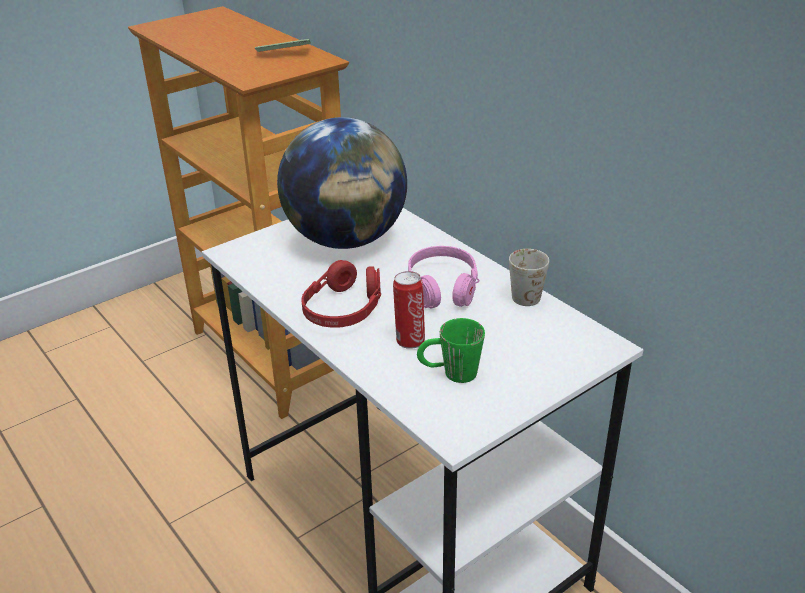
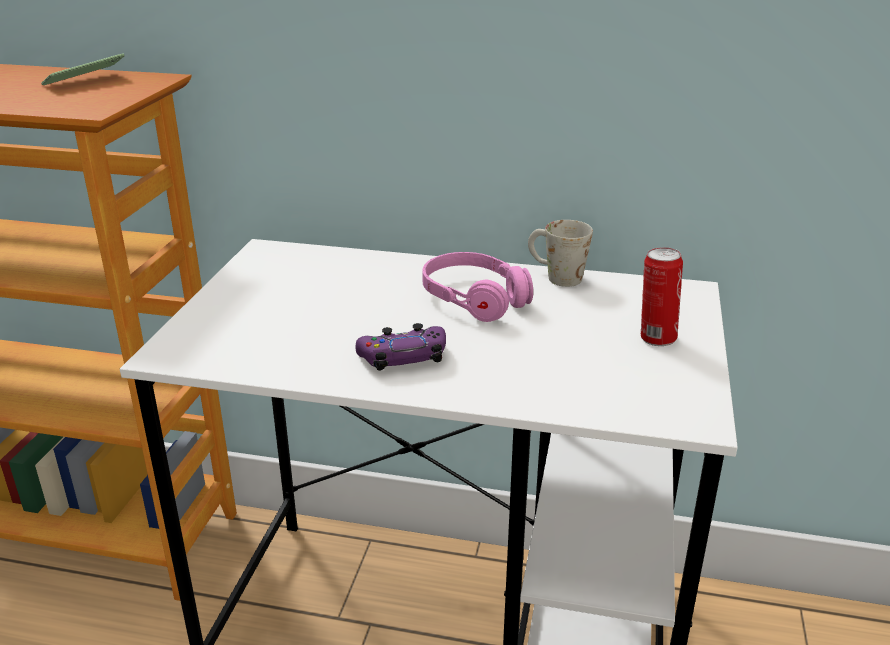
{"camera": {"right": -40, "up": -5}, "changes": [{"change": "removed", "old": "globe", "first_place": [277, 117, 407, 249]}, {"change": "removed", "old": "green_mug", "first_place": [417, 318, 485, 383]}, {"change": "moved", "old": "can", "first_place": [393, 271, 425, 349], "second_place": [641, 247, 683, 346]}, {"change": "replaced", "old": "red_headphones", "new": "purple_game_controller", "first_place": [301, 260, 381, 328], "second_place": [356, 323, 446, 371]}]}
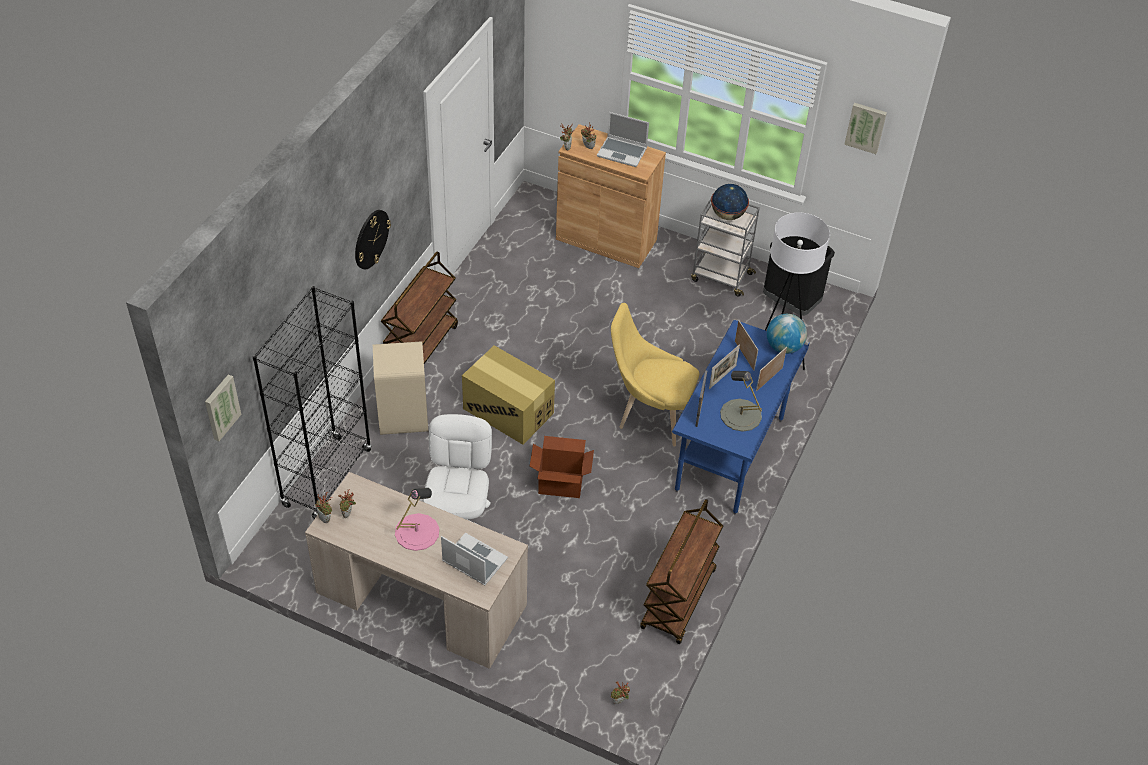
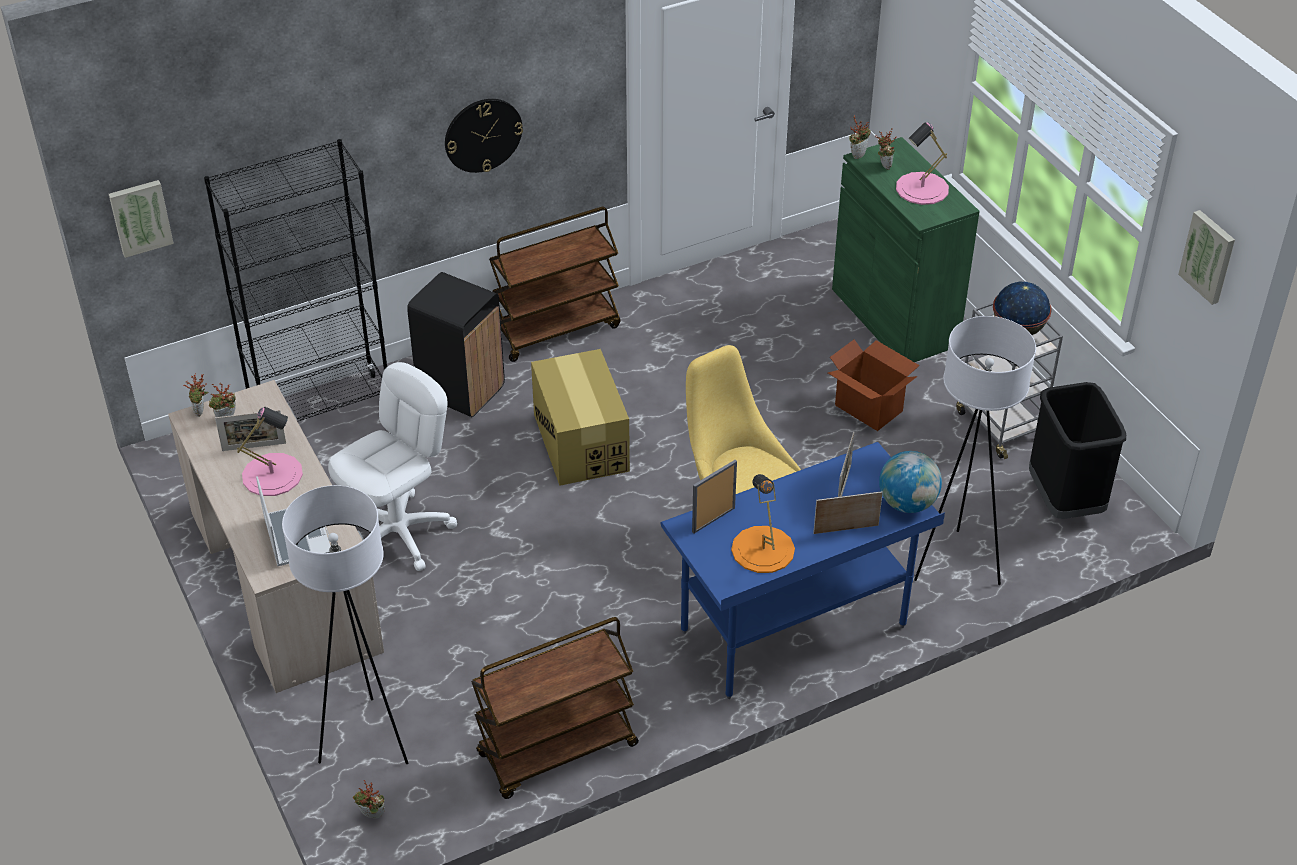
{"camera": {"right": 40, "up": -5}, "changes": [{"change": "added", "new": "white_floor_lamp", "second_place": [282, 485, 408, 764]}, {"change": "moved", "old": "cardboard_box", "first_place": [530, 436, 594, 498], "second_place": [828, 339, 919, 431]}, {"change": "moved", "old": "picture_frame", "first_place": [709, 344, 740, 389], "second_place": [215, 410, 286, 451]}, {"change": "replaced", "old": "laptop", "new": "pink_table_lamp", "first_place": [597, 112, 649, 167], "second_place": [896, 122, 949, 205]}, {"change": "recoloured", "old": "beige_trash_can", "new": "black_trash_can", "first_place": [373, 341, 428, 435], "second_place": [407, 272, 505, 417]}, {"change": "recoloured", "old": "brown_cabinet", "new": "green_cabinet", "first_place": [556, 124, 666, 268], "second_place": [832, 137, 980, 362]}, {"change": "recoloured", "old": "grey_table_lamp", "new": "orange_table_lamp", "first_place": [720, 371, 762, 432], "second_place": [731, 474, 795, 573]}]}
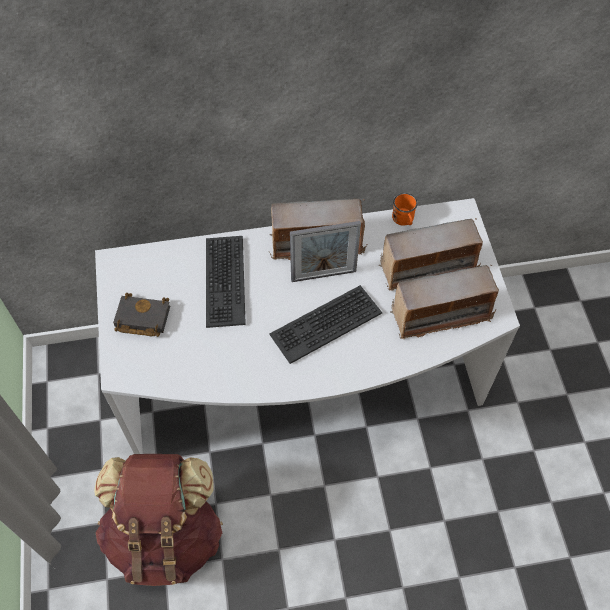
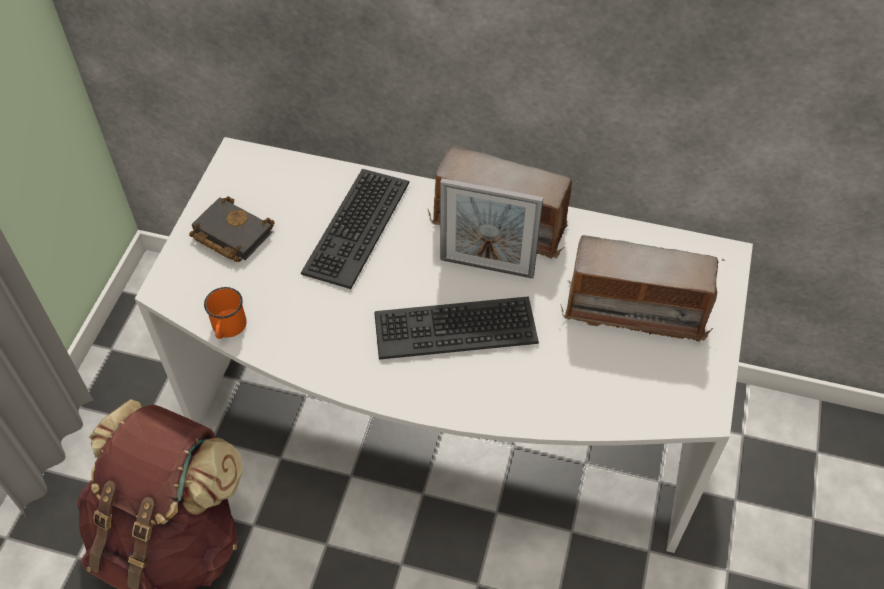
{"camera": {"right": 25, "up": -5}, "changes": [{"change": "removed", "old": "radio", "first_place": [391, 264, 499, 339]}, {"change": "moved", "old": "orange_mug", "first_place": [392, 193, 418, 226], "second_place": [204, 287, 247, 339]}]}
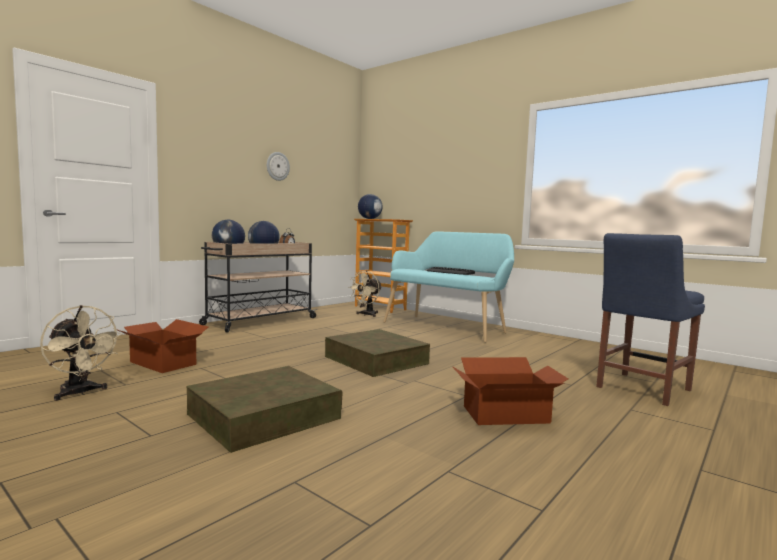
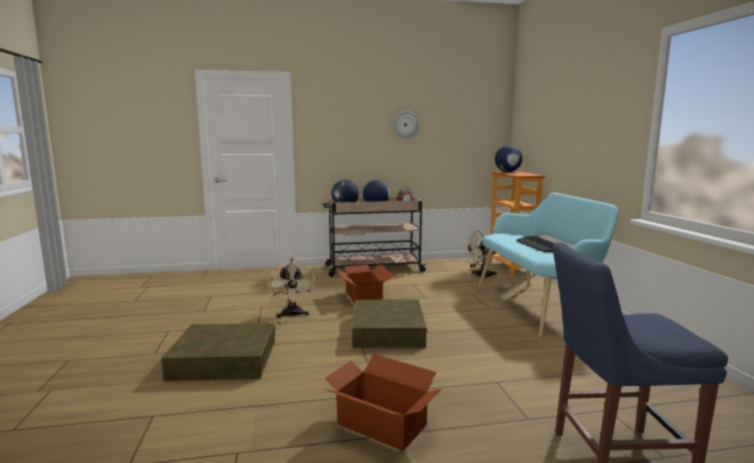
{"camera": {"right": 40, "up": 5}, "changes": [{"change": "moved", "old": "beige_fan", "first_place": [40, 305, 123, 401], "second_place": [268, 258, 315, 318]}, {"change": "moved", "old": "cardboard_box", "first_place": [116, 319, 208, 373], "second_place": [336, 265, 394, 304]}]}
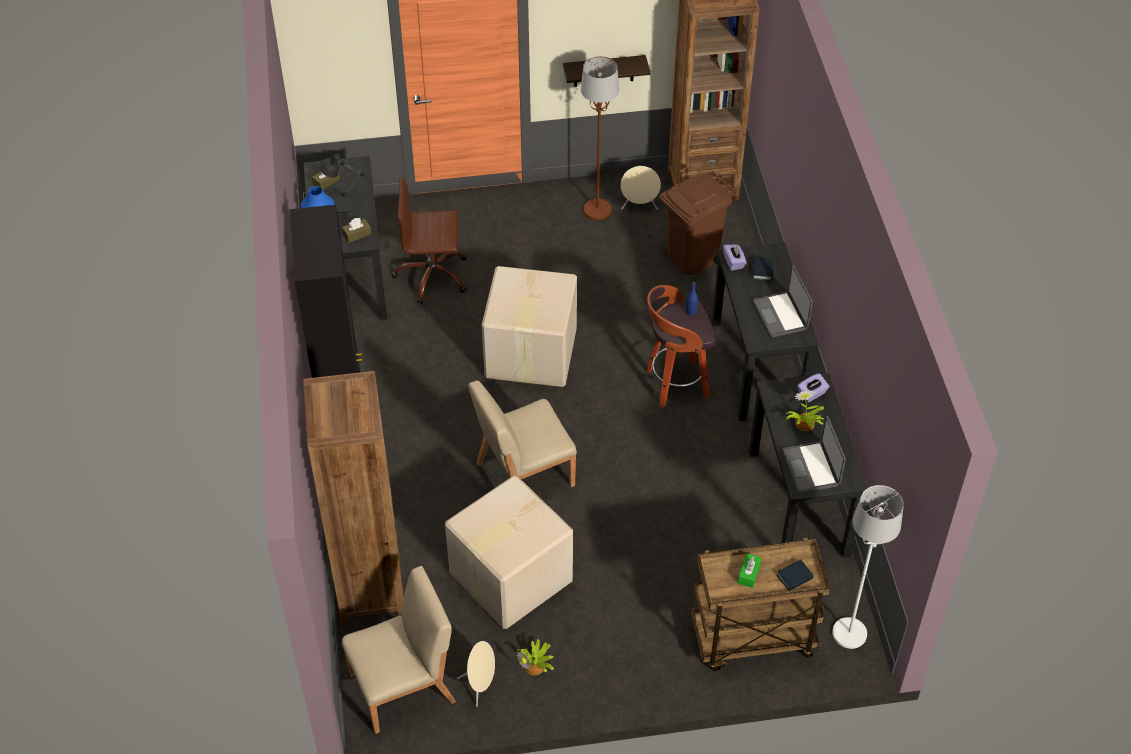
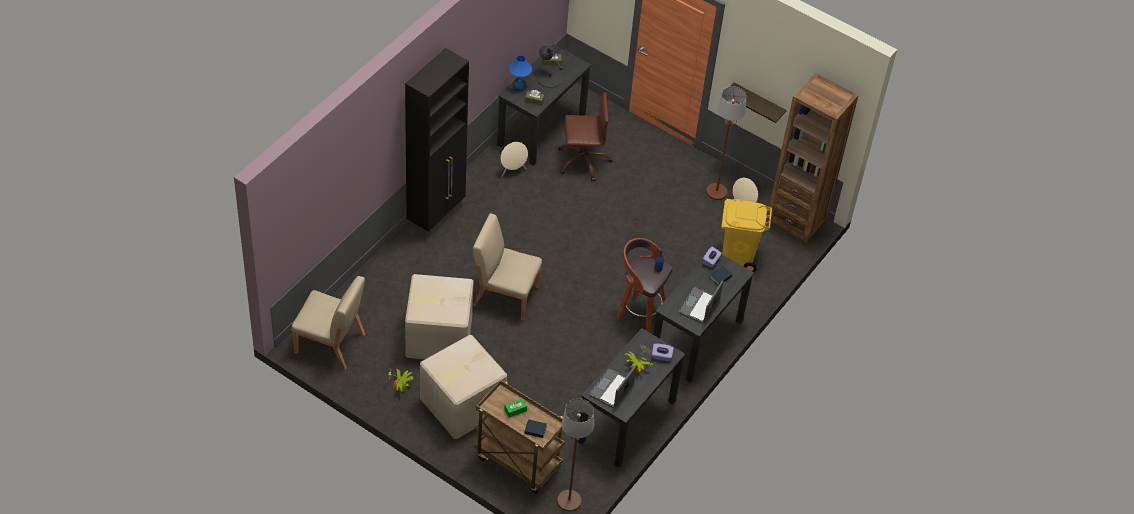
{"camera": {"right": 40, "up": 0}, "changes": [{"change": "removed", "old": "brown_bookcase", "first_place": [303, 371, 404, 623]}, {"change": "moved", "old": "beige_speaker", "first_place": [457, 641, 495, 707], "second_place": [501, 142, 528, 177]}, {"change": "moved", "old": "cardboard_box", "first_place": [482, 266, 577, 387], "second_place": [420, 335, 507, 439]}, {"change": "recoloured", "old": "brown_trash_can", "new": "yellow_trash_can", "first_place": [659, 171, 736, 275], "second_place": [721, 199, 772, 272]}, {"change": "recoloured", "old": "white_floor_lamp", "new": "brown_floor_lamp", "first_place": [832, 485, 904, 649], "second_place": [557, 399, 594, 512]}, {"change": "turned", "old": "brown_office_chair", "first_place": [392, 178, 467, 304], "second_place": [558, 92, 612, 181], "degrees": 135}]}
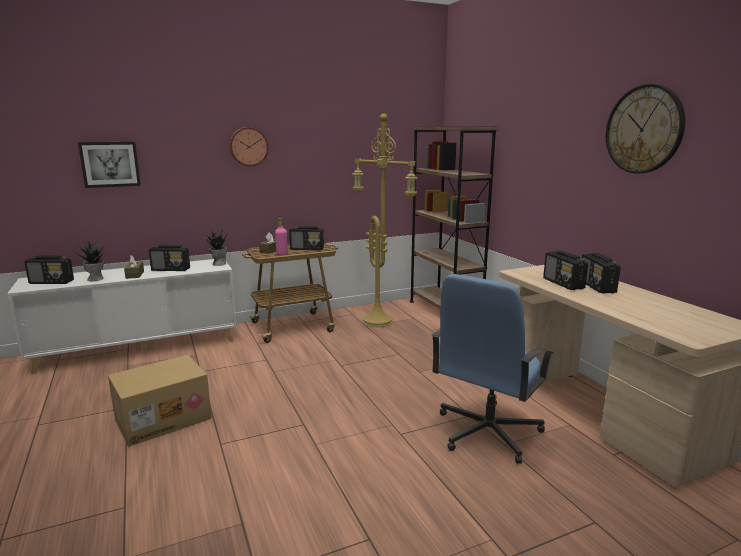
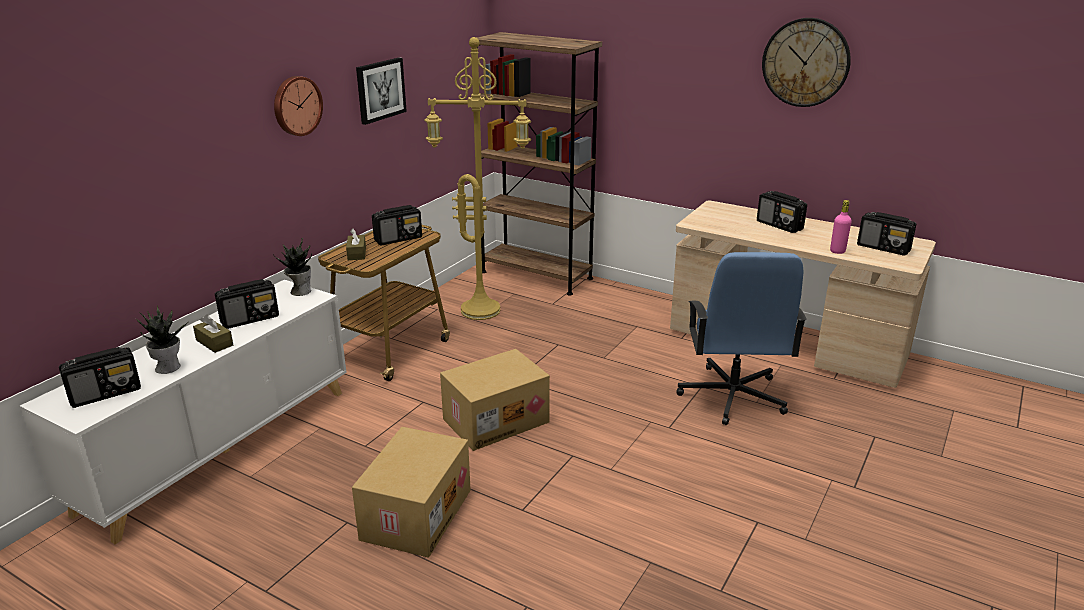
{"camera": {"right": -35, "up": 10}, "changes": [{"change": "added", "new": "cardboard_box", "second_place": [440, 349, 550, 451]}, {"change": "moved", "old": "picture", "first_place": [78, 142, 141, 188], "second_place": [356, 57, 407, 125]}, {"change": "moved", "old": "pink_bottle", "first_place": [275, 218, 288, 255], "second_place": [830, 200, 852, 254]}, {"change": "moved", "old": "radio", "first_place": [543, 250, 588, 290], "second_place": [857, 212, 916, 256]}]}
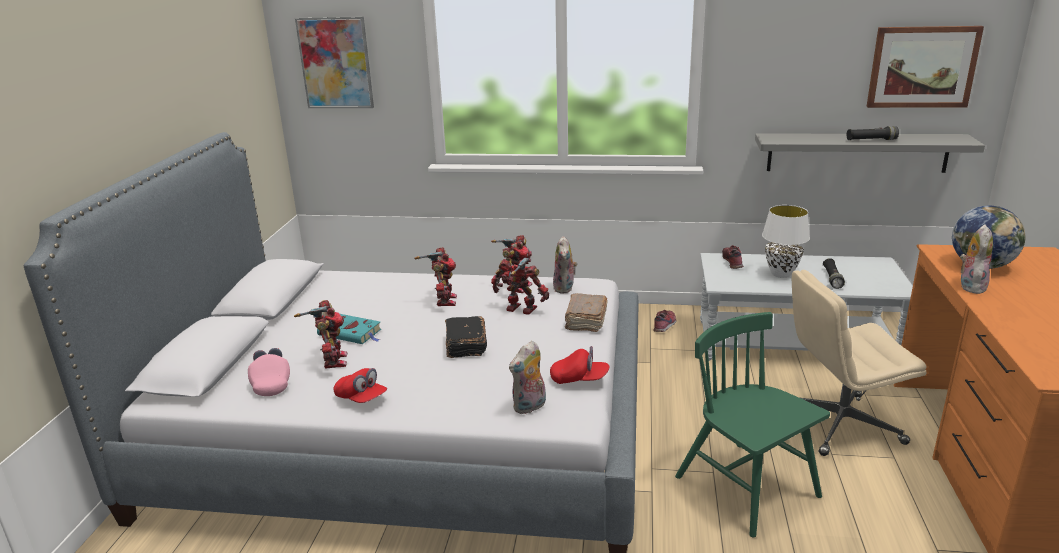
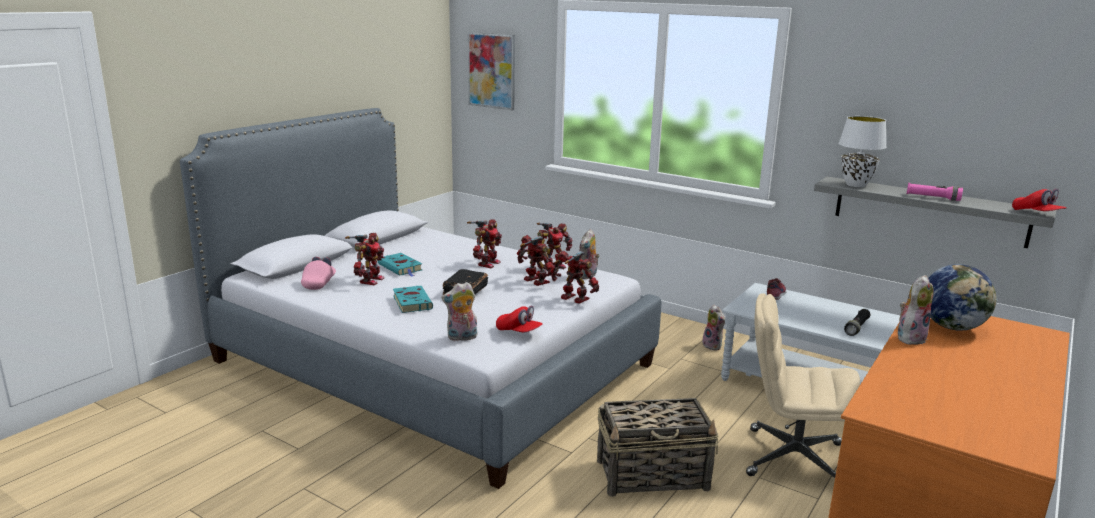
{"camera": {"right": 25, "up": -5}, "changes": [{"change": "removed", "old": "picture", "first_place": [867, 26, 984, 108]}, {"change": "added", "new": "turquoise_book", "second_place": [393, 286, 433, 313]}, {"change": "moved", "old": "red_cap", "first_place": [333, 368, 387, 403], "second_place": [1012, 189, 1067, 211]}, {"change": "moved", "old": "white_table_lamp", "first_place": [762, 205, 810, 278], "second_place": [839, 116, 887, 187]}, {"change": "replaced", "old": "brown_book", "new": "toy_robot", "first_place": [565, 293, 608, 332], "second_place": [551, 251, 599, 304]}, {"change": "replaced", "old": "shoe", "new": "plush_toy", "first_place": [653, 310, 677, 332], "second_place": [702, 304, 725, 350]}, {"change": "replaced", "old": "green_chair", "new": "basket", "first_place": [675, 312, 830, 538], "second_place": [597, 398, 719, 497]}, {"change": "recoloured", "old": "black_flashlight", "new": "pink_flashlight", "first_place": [847, 126, 899, 140], "second_place": [907, 183, 963, 201]}]}
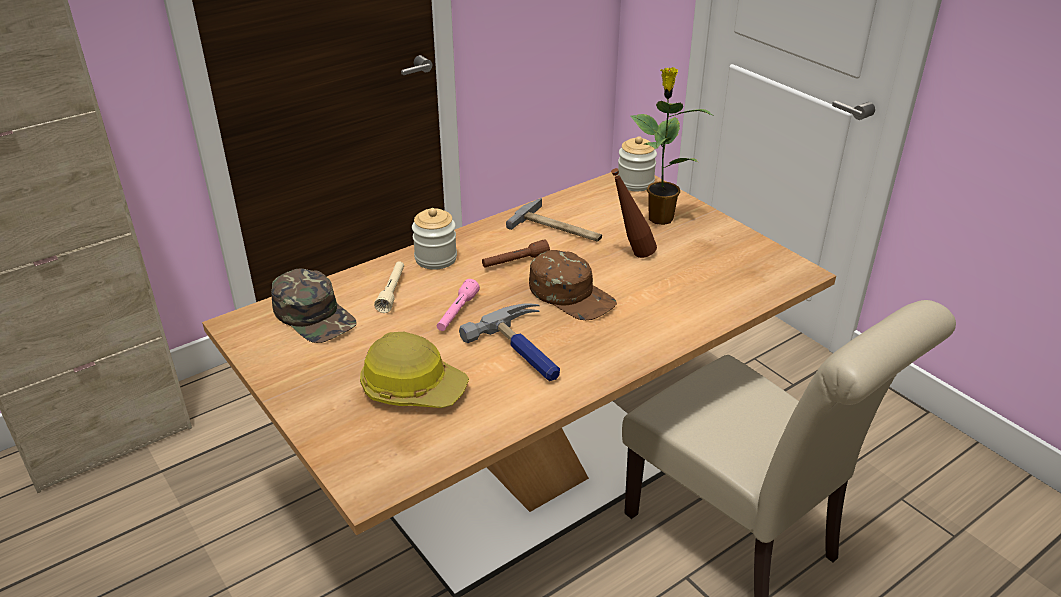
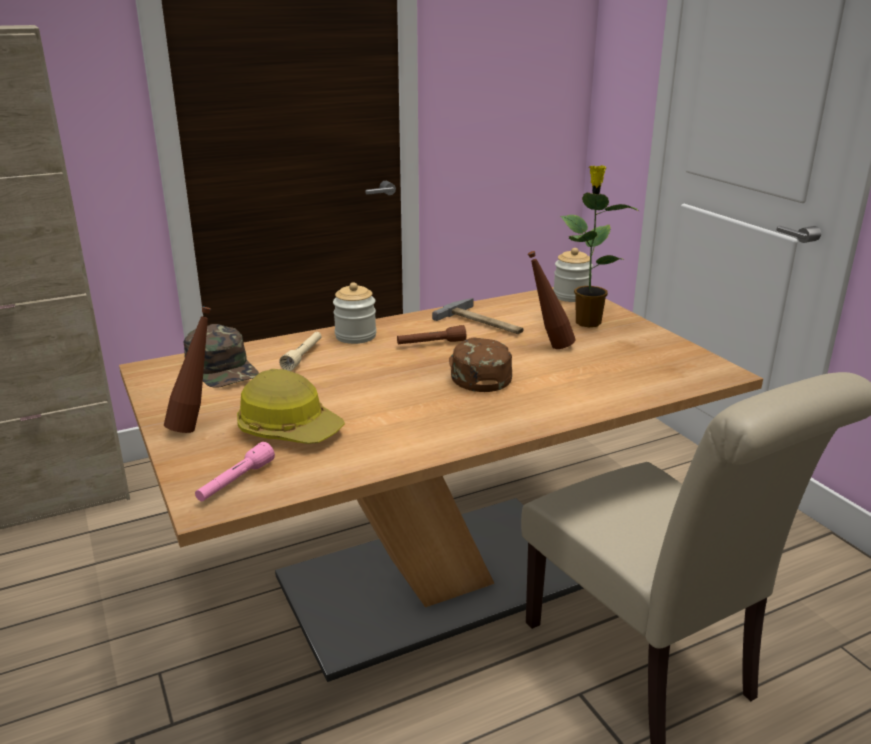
{"camera": {"right": 10, "up": -10}, "changes": [{"change": "removed", "old": "hammer", "first_place": [459, 304, 560, 381]}, {"change": "added", "new": "brown_bottle", "second_place": [164, 307, 211, 433]}, {"change": "moved", "old": "pink_flashlight", "first_place": [437, 279, 480, 331], "second_place": [195, 442, 275, 502]}, {"change": "turned", "old": "brown_cap", "first_place": [529, 250, 617, 320], "second_place": [449, 337, 512, 392], "degrees": -150}]}
